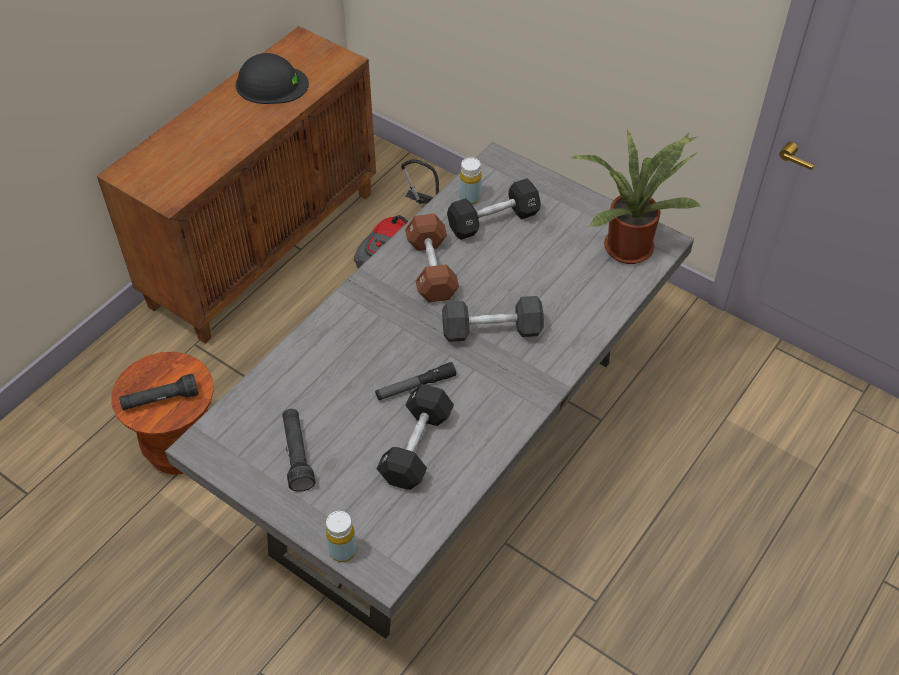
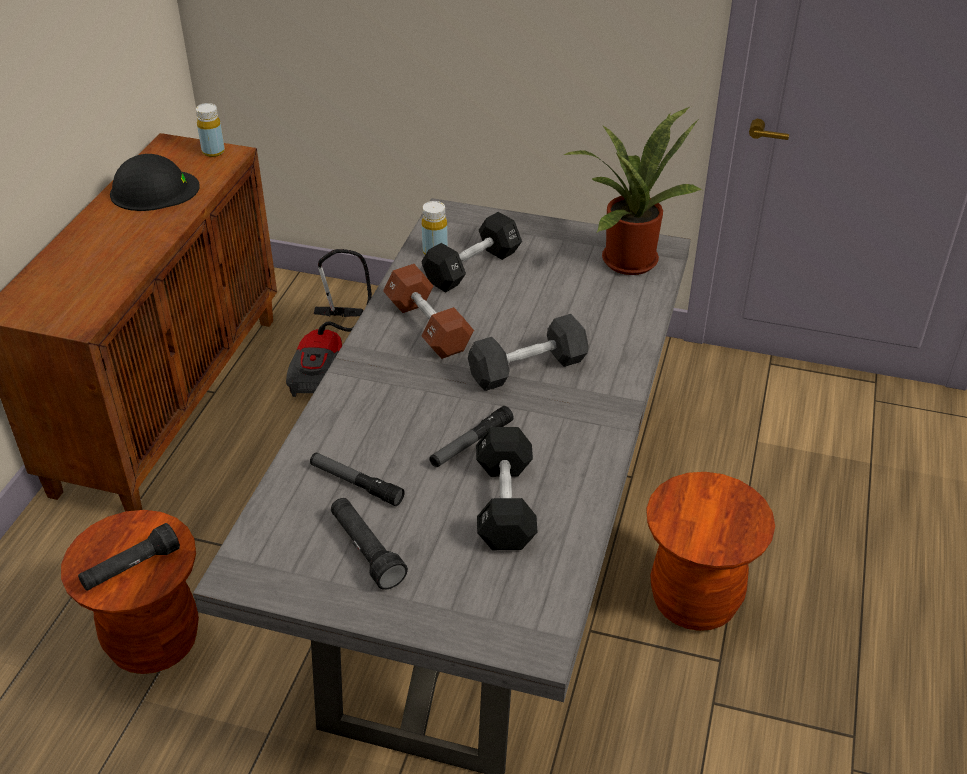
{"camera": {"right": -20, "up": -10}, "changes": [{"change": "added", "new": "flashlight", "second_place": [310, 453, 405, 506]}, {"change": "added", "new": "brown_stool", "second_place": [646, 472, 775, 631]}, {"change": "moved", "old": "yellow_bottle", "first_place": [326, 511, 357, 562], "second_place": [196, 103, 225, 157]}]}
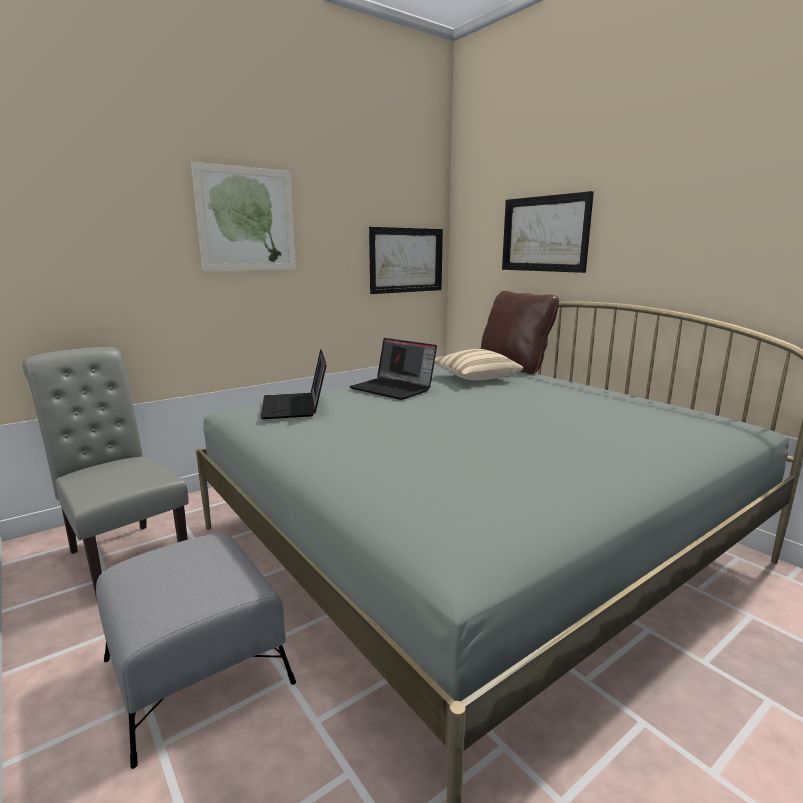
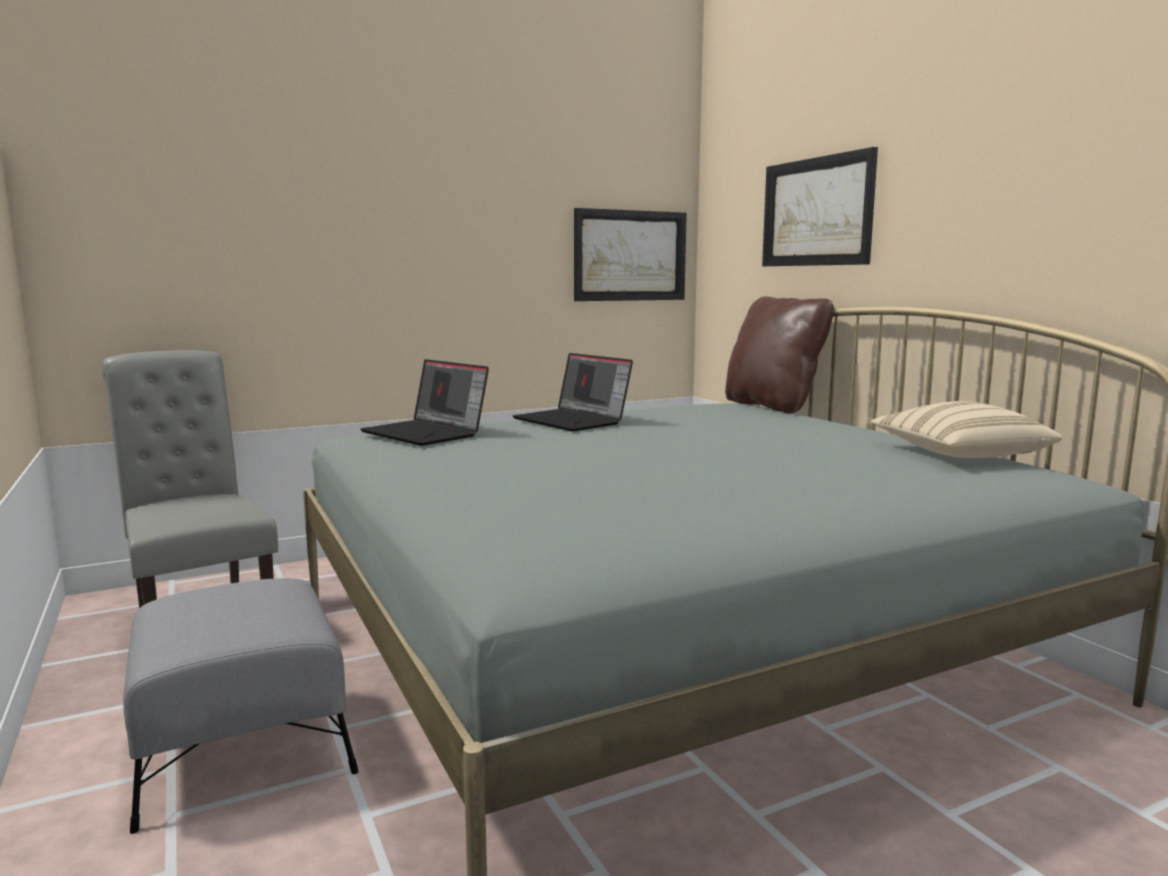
{"camera": {"right": 10, "up": -5}, "changes": [{"change": "removed", "old": "picture", "first_place": [191, 162, 296, 272]}, {"change": "moved", "old": "beige_pillow", "first_place": [434, 349, 523, 380], "second_place": [871, 401, 1063, 458]}, {"change": "turned", "old": "laptop", "first_place": [260, 349, 327, 419], "second_place": [360, 359, 489, 446], "degrees": -45}]}
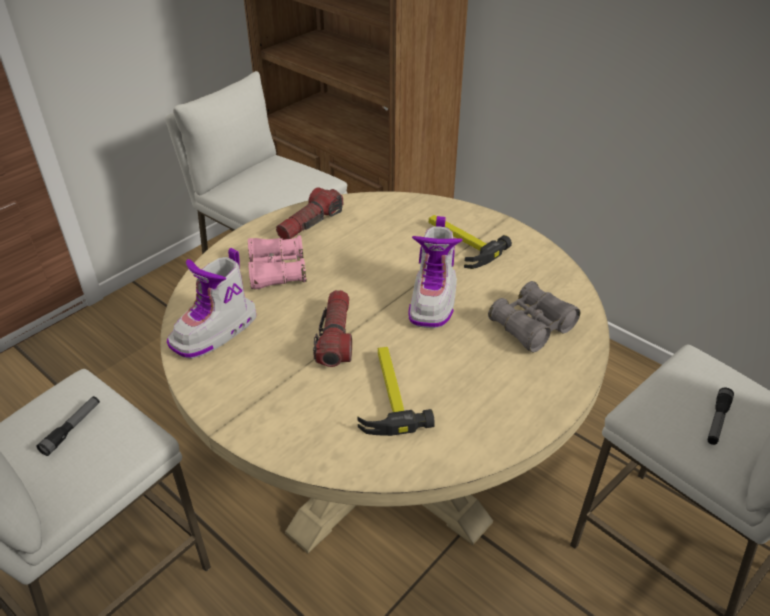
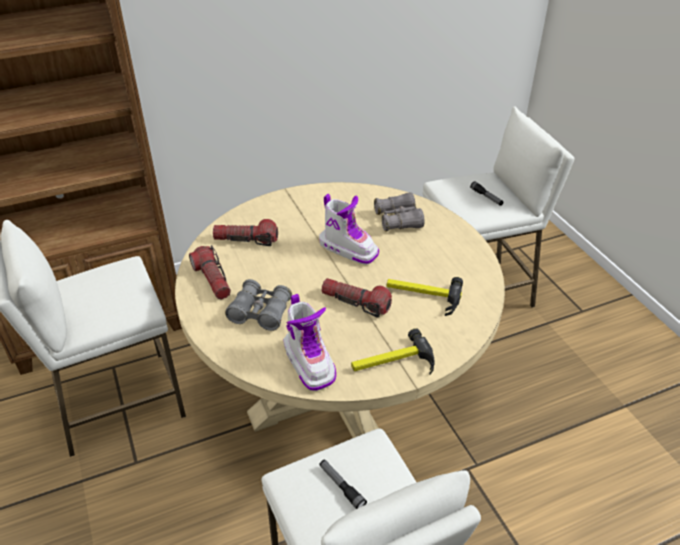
{"camera": {"right": -65, "up": 0}, "changes": [{"change": "added", "new": "flashlight", "second_place": [213, 219, 278, 246]}, {"change": "moved", "old": "hammer", "first_place": [429, 215, 512, 269], "second_place": [351, 328, 435, 375]}, {"change": "recoloured", "old": "pink_binoculars", "new": "grey_binoculars", "first_place": [248, 235, 307, 289], "second_place": [225, 279, 292, 331]}]}
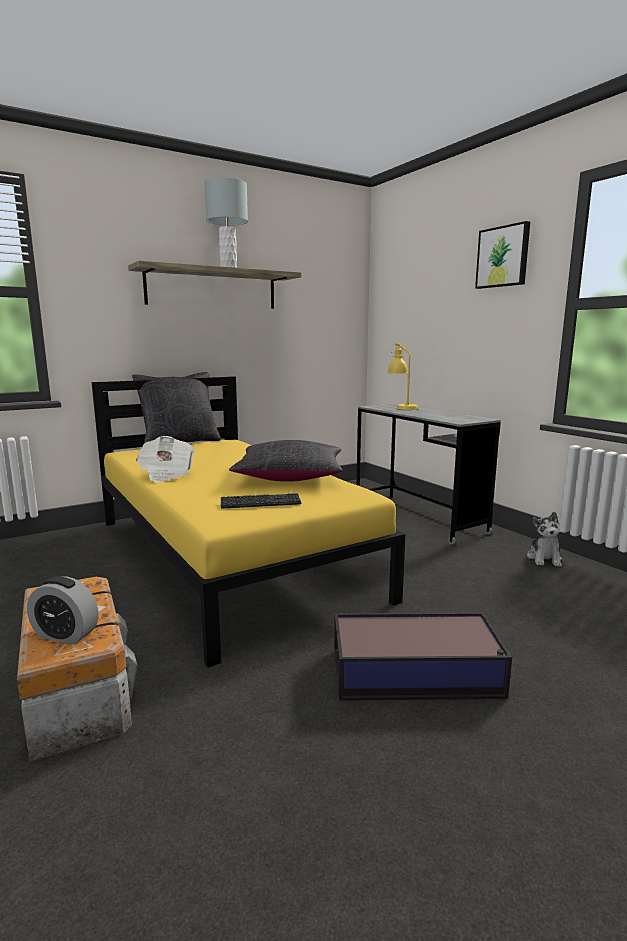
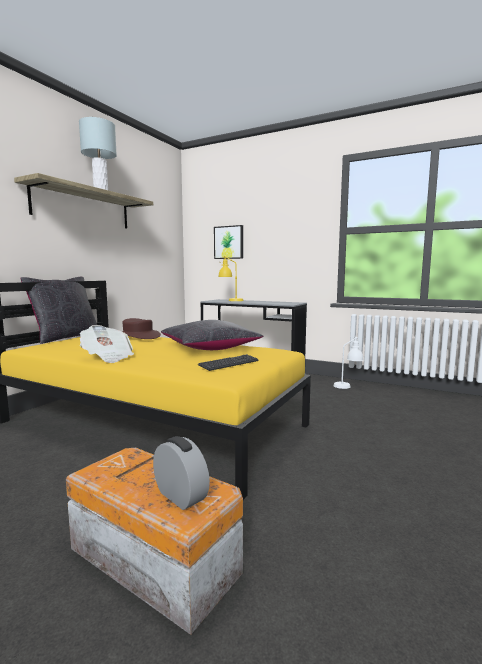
{"camera": {"right": -30, "up": -5}, "changes": [{"change": "removed", "old": "storage_box", "first_place": [334, 612, 512, 701]}, {"change": "added", "new": "brown_hat", "second_place": [122, 318, 161, 339]}, {"change": "moved", "old": "picture", "first_place": [475, 221, 530, 289], "second_place": [214, 225, 243, 259]}, {"change": "replaced", "old": "plush_toy", "new": "white_table_lamp", "first_place": [527, 512, 562, 567], "second_place": [333, 337, 364, 389]}, {"change": "turned", "old": "alarm_clock", "first_place": [27, 576, 99, 644], "second_place": [153, 436, 210, 510], "degrees": -120}]}
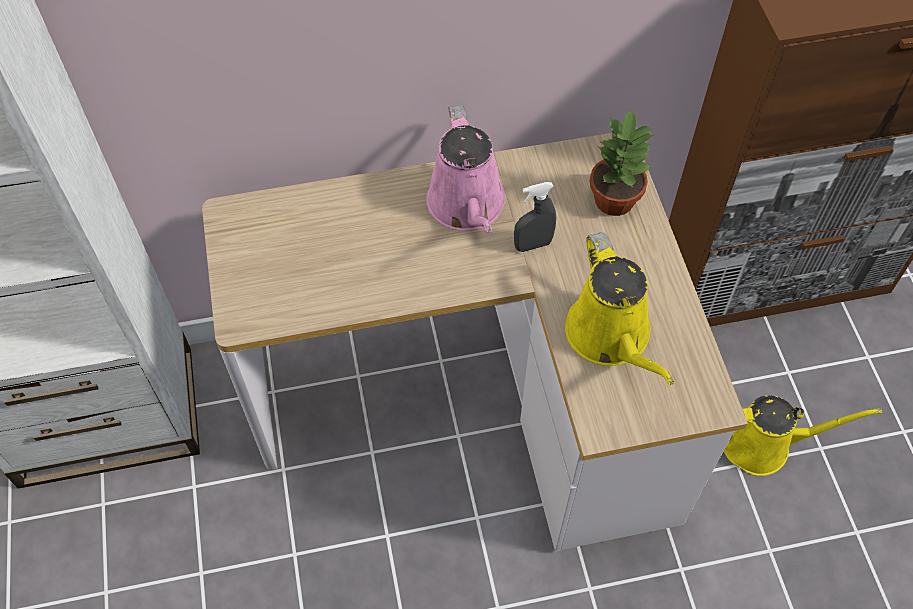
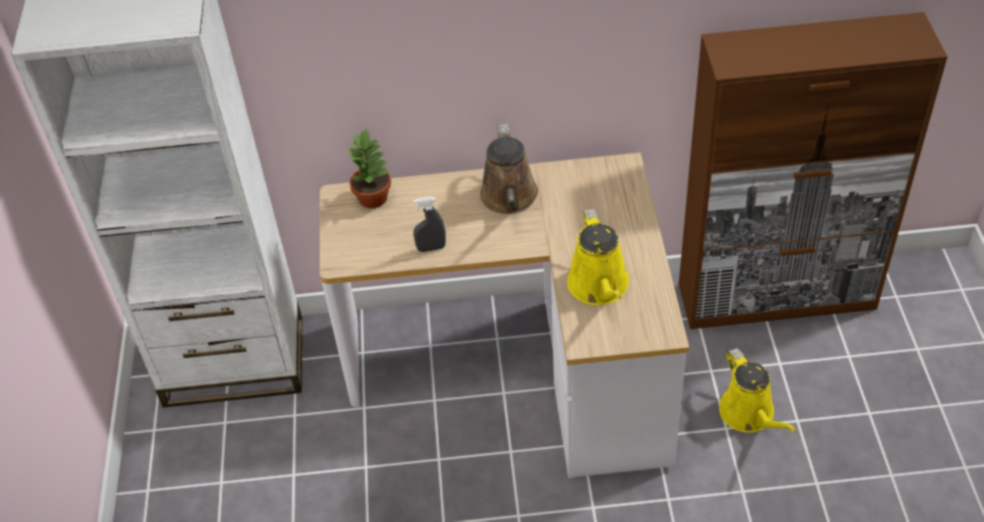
{"camera": {"right": 10, "up": -10}, "changes": [{"change": "moved", "old": "grey_spray_bottle", "first_place": [514, 182, 556, 252], "second_place": [413, 197, 446, 252]}, {"change": "moved", "old": "potted_plant", "first_place": [589, 108, 654, 216], "second_place": [346, 128, 391, 208]}, {"change": "recoloured", "old": "pink_watering_can", "new": "brown_watering_can", "first_place": [426, 105, 505, 233], "second_place": [480, 124, 538, 214]}, {"change": "turned", "old": "yellow_watering_can", "first_place": [723, 395, 882, 476], "second_place": [719, 348, 797, 433], "degrees": 60}]}
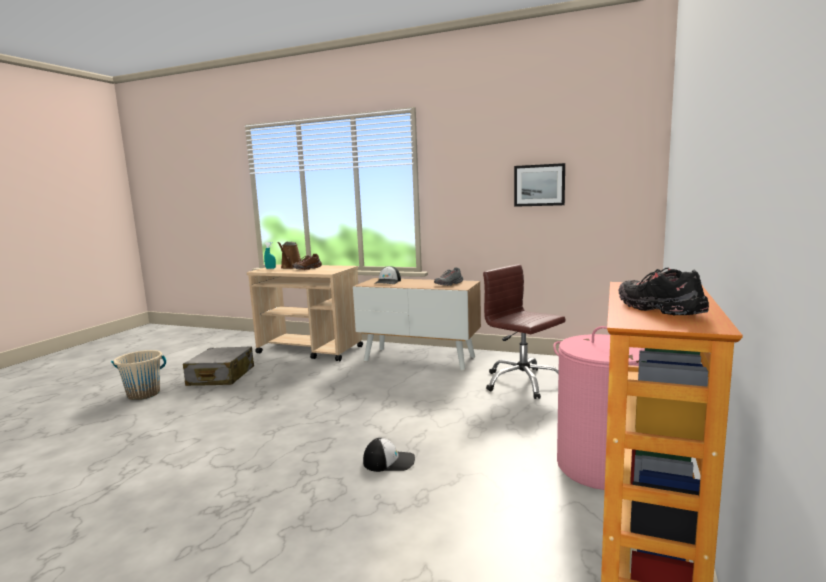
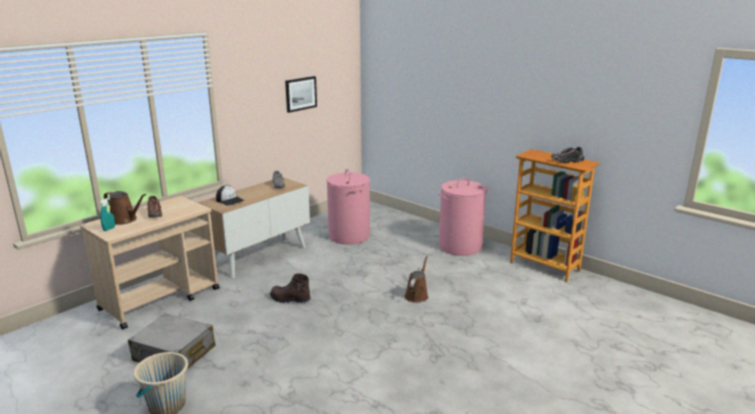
{"camera": {"right": -70, "up": 10}, "changes": [{"change": "added", "new": "brown_boot", "second_place": [270, 273, 311, 303]}, {"change": "replaced", "old": "cap", "new": "brown_watering_can", "first_place": [363, 438, 415, 472], "second_place": [404, 255, 428, 303]}, {"change": "replaced", "old": "brown_office_chair", "new": "pink_laundry_basket", "first_place": [483, 264, 566, 399], "second_place": [326, 169, 370, 245]}]}
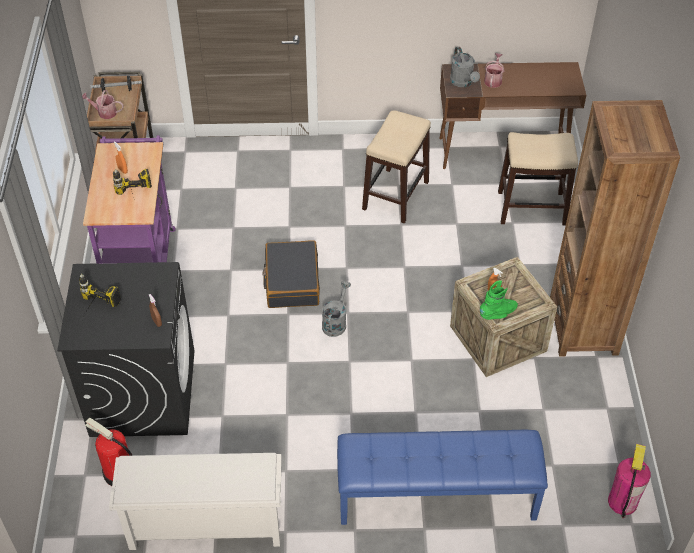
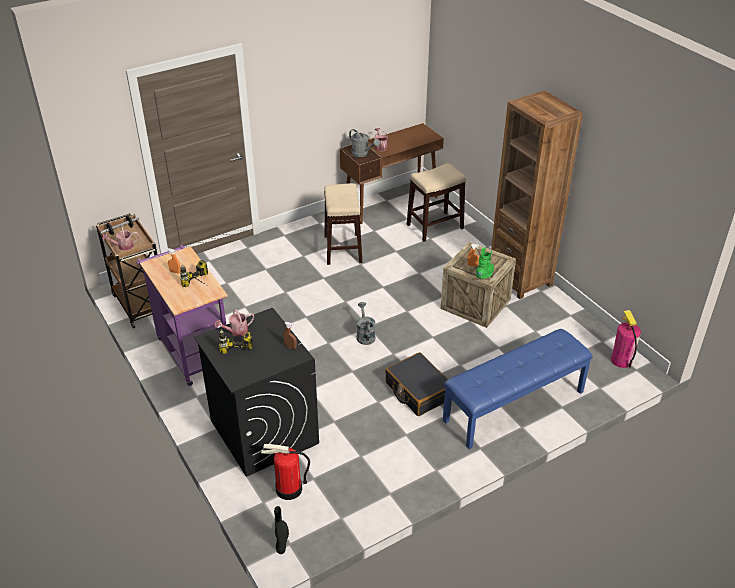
{"camera": {"right": -30, "up": -10}, "changes": [{"change": "removed", "old": "white_shoe_rack", "first_place": [109, 453, 281, 550]}, {"change": "added", "new": "watering_can", "second_place": [215, 309, 254, 337]}, {"change": "added", "new": "black_boot", "second_place": [274, 506, 289, 554]}, {"change": "moved", "old": "black_suitcase", "first_place": [262, 240, 320, 308], "second_place": [385, 352, 448, 416]}]}
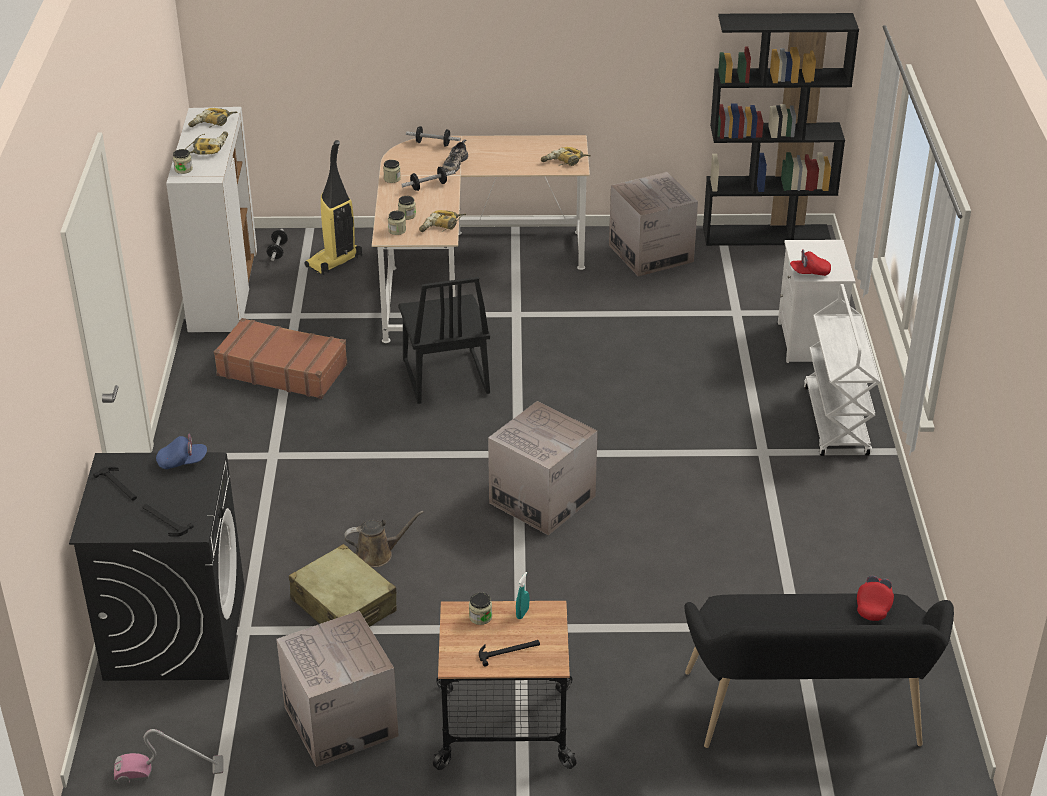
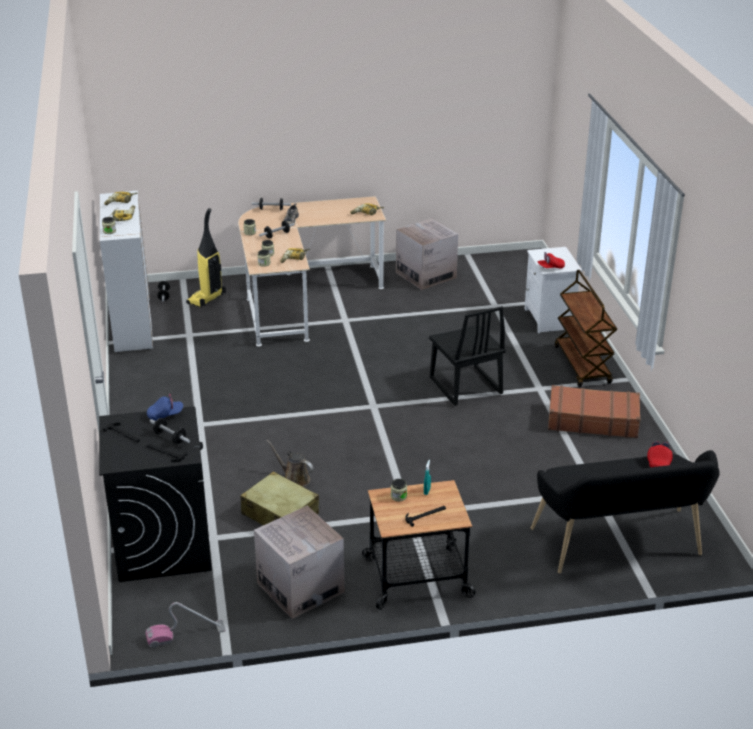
{"camera": {"right": -10, "up": -5}, "changes": [{"change": "removed", "old": "cardboard_box", "first_place": [488, 401, 598, 535]}, {"change": "removed", "old": "black_bookcase", "first_place": [703, 13, 859, 246]}, {"change": "added", "new": "dumbbell", "second_place": [150, 418, 190, 444]}, {"change": "moved", "old": "brown_suitcase", "first_place": [214, 318, 347, 399], "second_place": [548, 385, 641, 438]}, {"change": "moved", "old": "black_chair", "first_place": [398, 277, 490, 404], "second_place": [429, 306, 506, 406]}, {"change": "recoloured", "old": "white_cart", "new": "brown_cart", "first_place": [804, 284, 881, 456], "second_place": [554, 270, 617, 387]}, {"change": "turned", "old": "brown_watering_can", "first_place": [344, 511, 424, 567], "second_place": [267, 440, 314, 487], "degrees": -120}]}
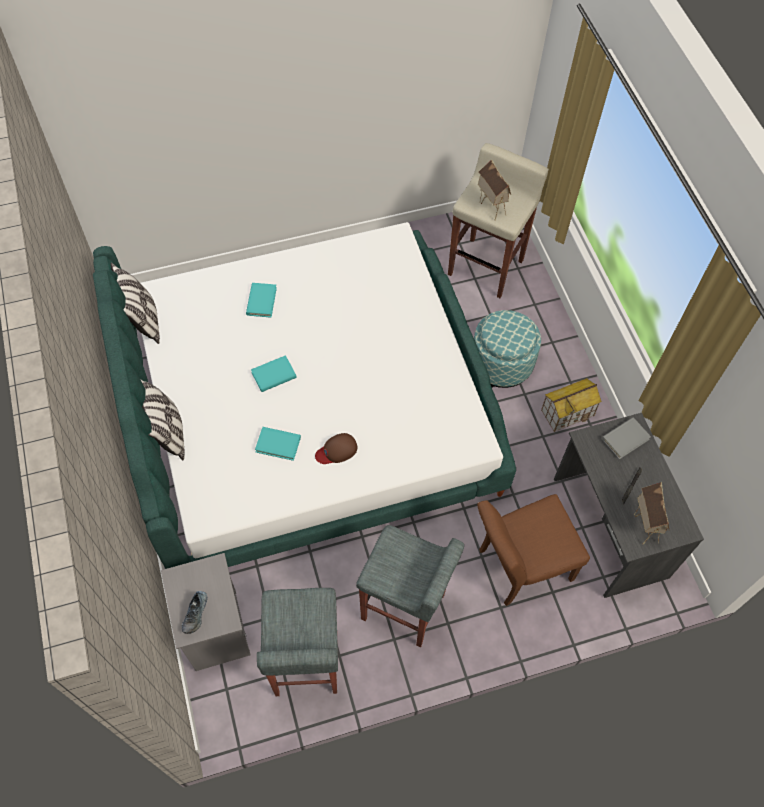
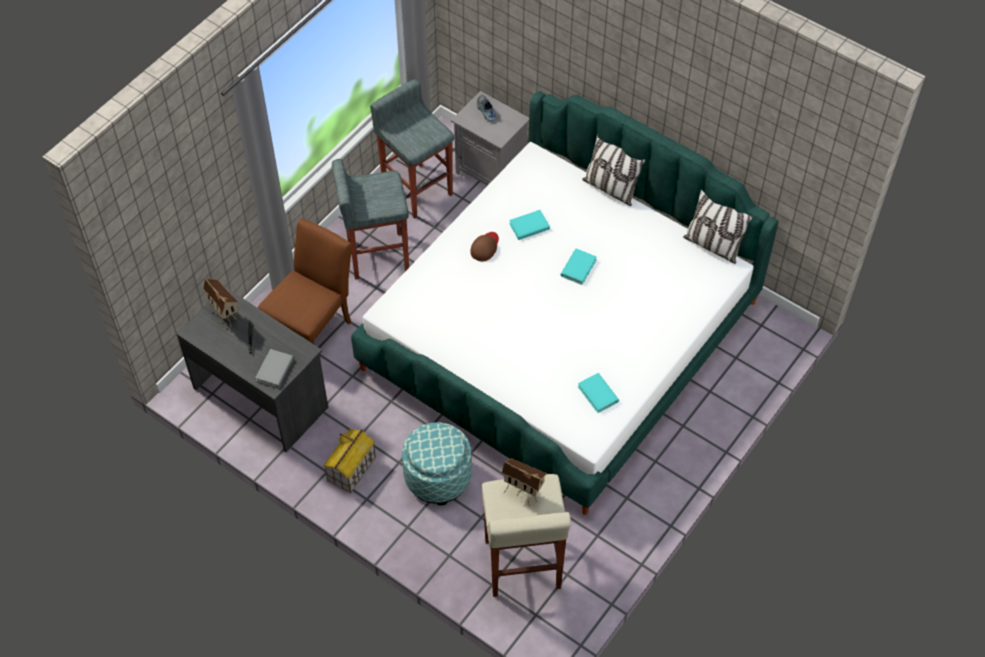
{"camera": {"right": 145, "up": -5}, "changes": [{"change": "moved", "old": "turquoise_book", "first_place": [246, 283, 277, 318], "second_place": [578, 373, 619, 413]}]}
